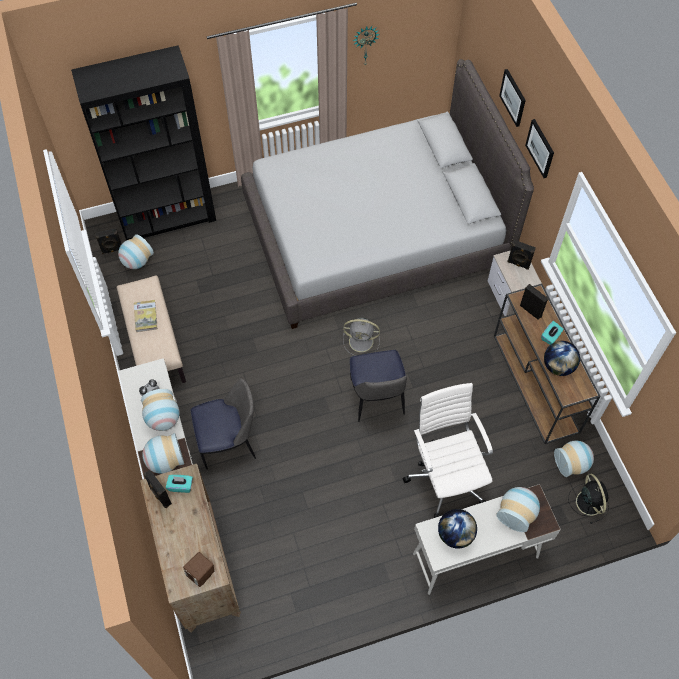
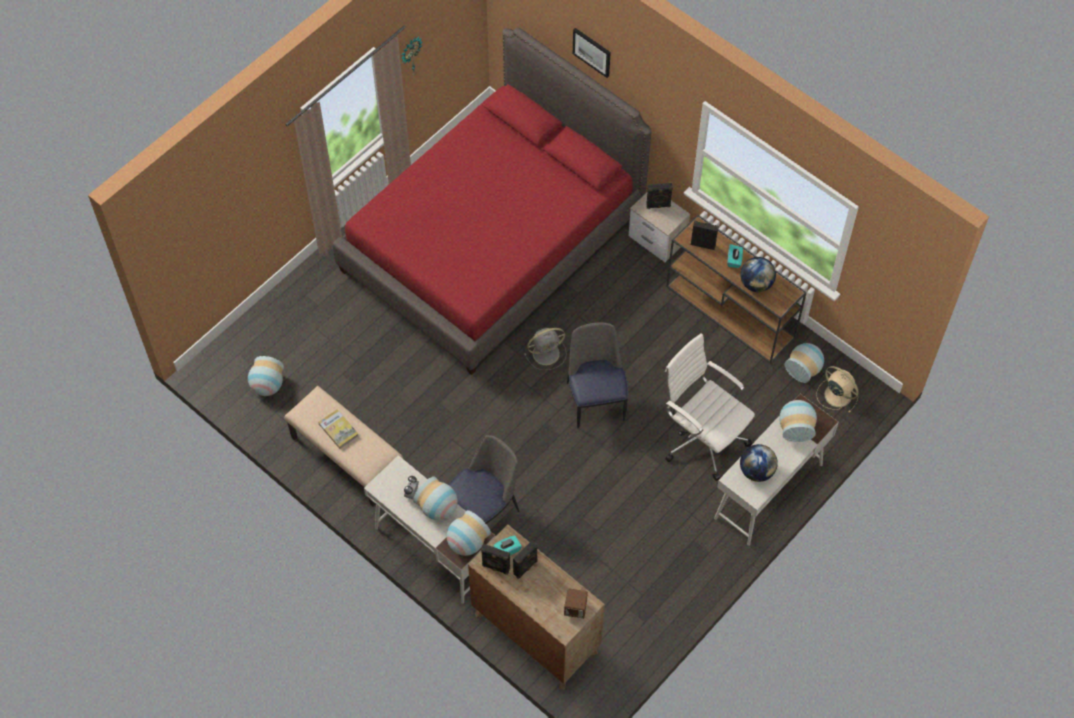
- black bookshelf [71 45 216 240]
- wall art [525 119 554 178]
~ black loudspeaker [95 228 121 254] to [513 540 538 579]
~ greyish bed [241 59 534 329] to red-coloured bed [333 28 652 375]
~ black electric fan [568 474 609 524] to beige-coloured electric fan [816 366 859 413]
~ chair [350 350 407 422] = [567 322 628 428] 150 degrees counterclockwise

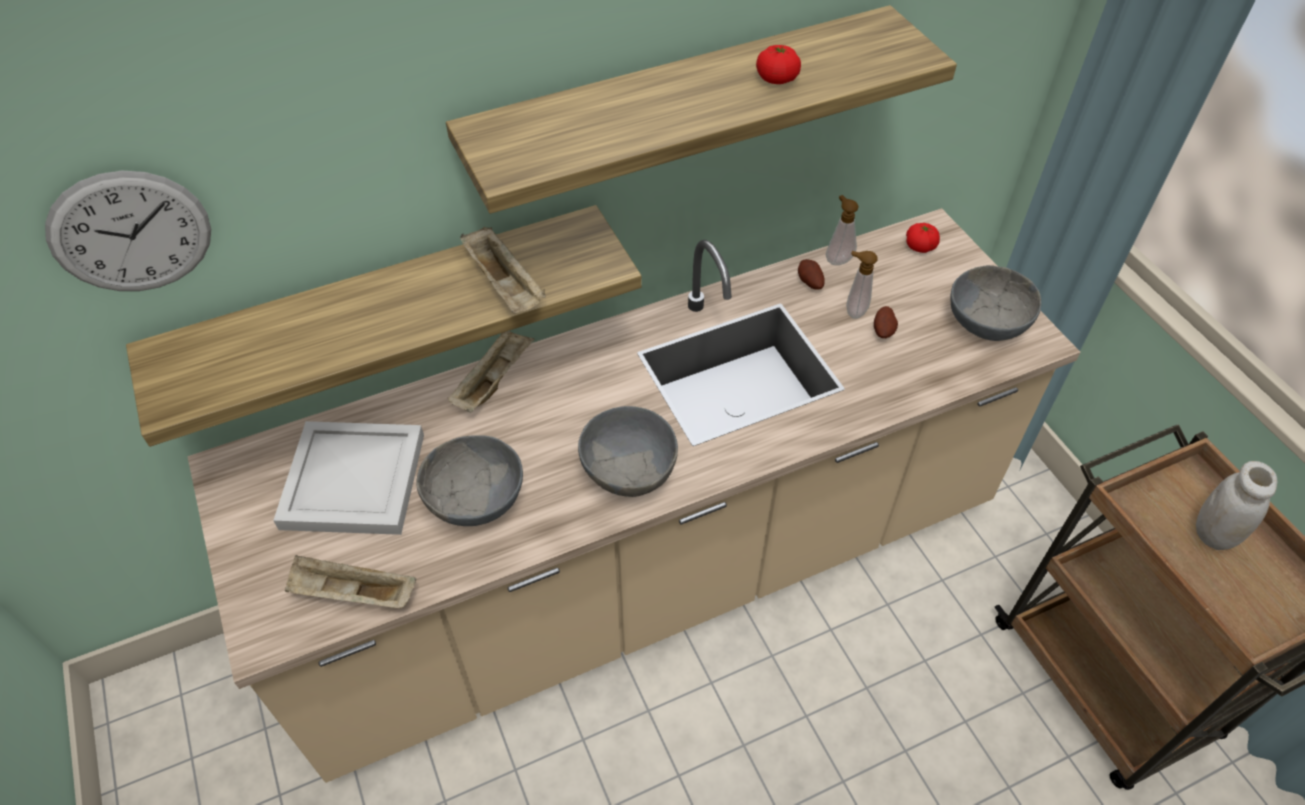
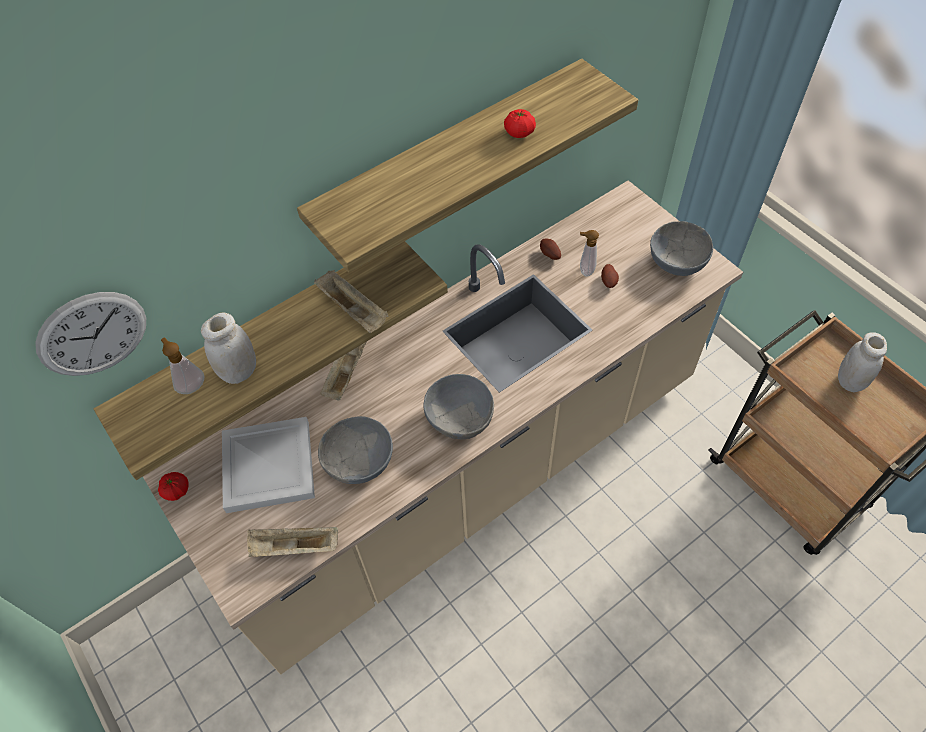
+ whitish storage jar [201 313 256 384]
~ soap dispenser [826 195 859 265] to [161 338 204 394]
~ whole tomato [906 223 940 253] to [158 472 188 501]

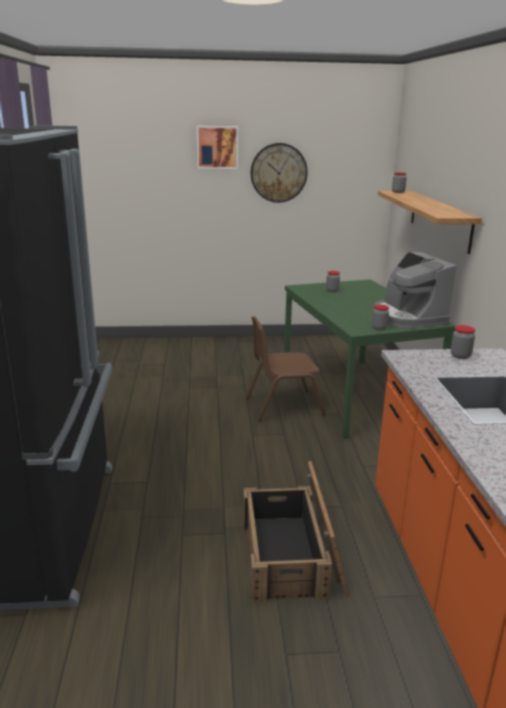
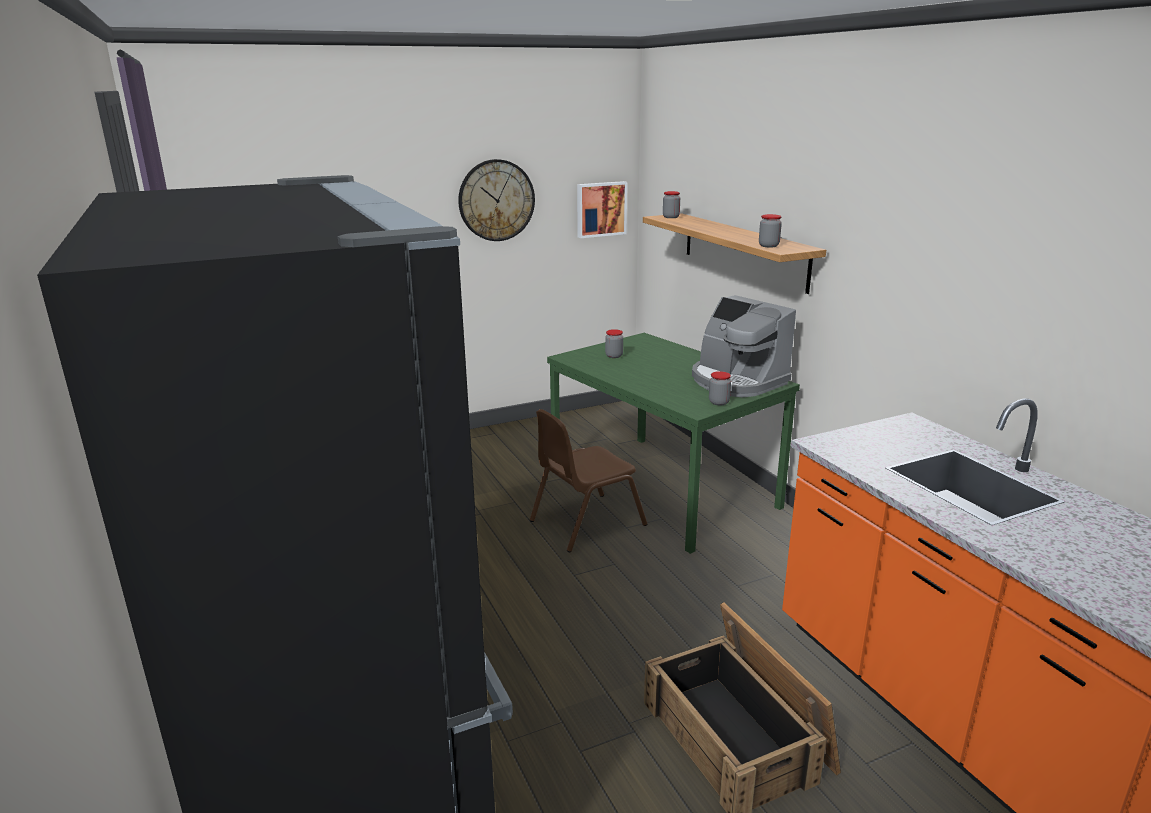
~ wall art [197 125 238 169] to [577 181 627 238]
~ storage jar [451 325 475 359] to [759 214 782 247]

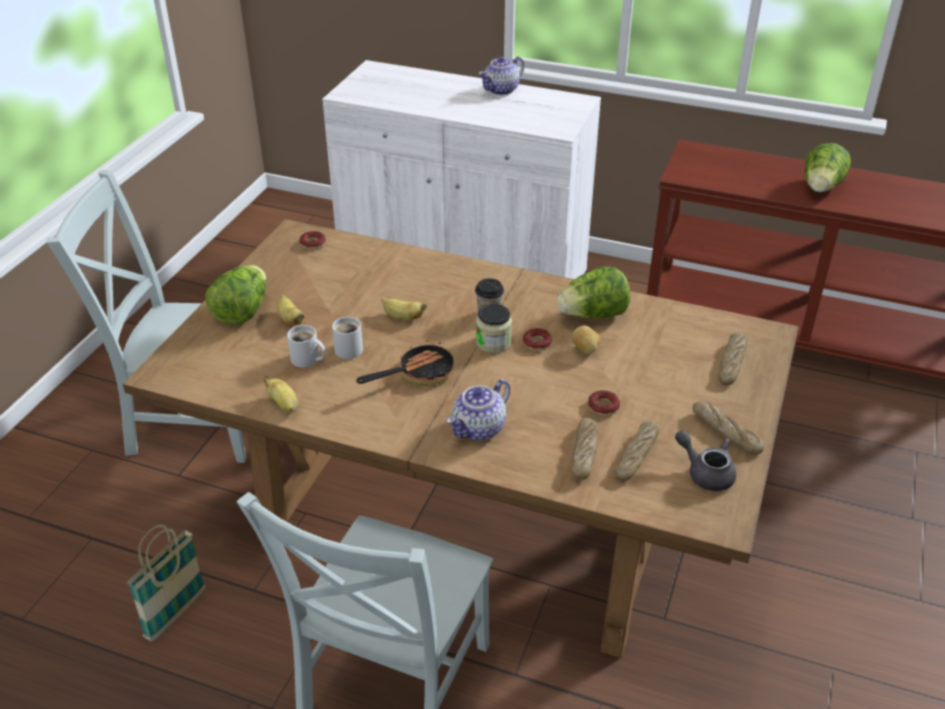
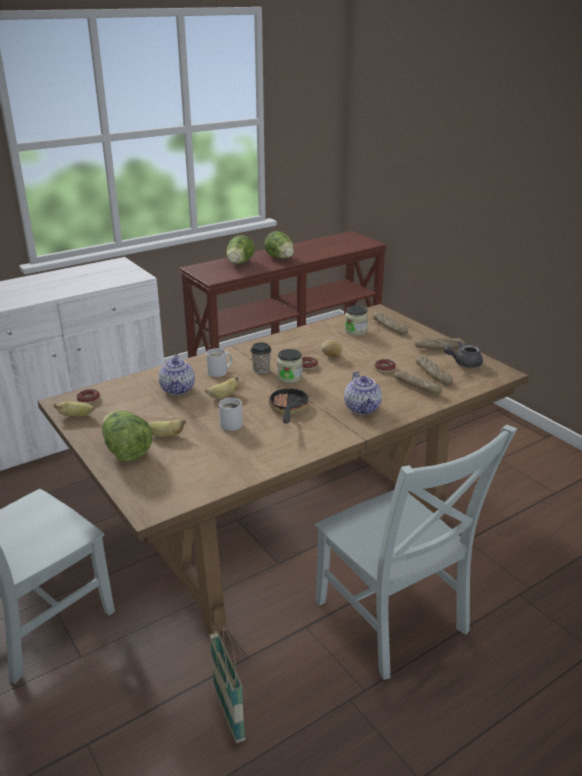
+ storage jar [345 306 368 335]
~ banana [264 375 298 413] to [54 401 95 416]
~ whitish mug [287 325 326 368] to [206 348 233 377]
~ tea pot [479 56 524 95] to [158 354 195 395]
~ lettuce head [557 266 631 319] to [226 235 255 264]

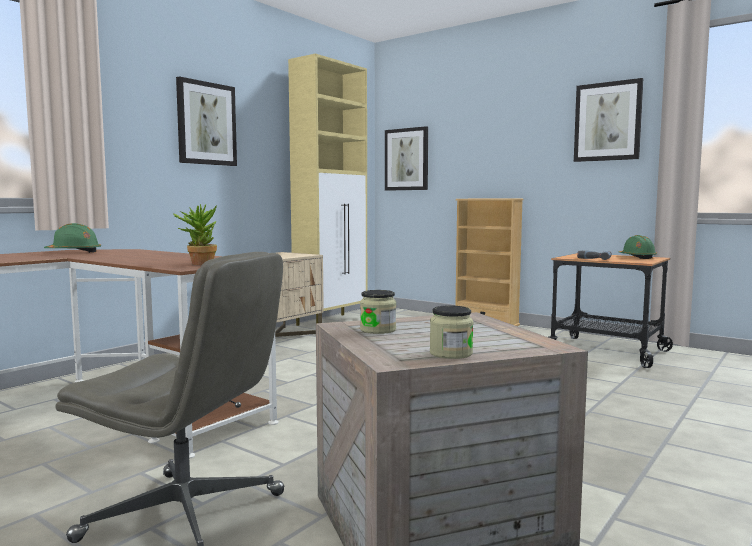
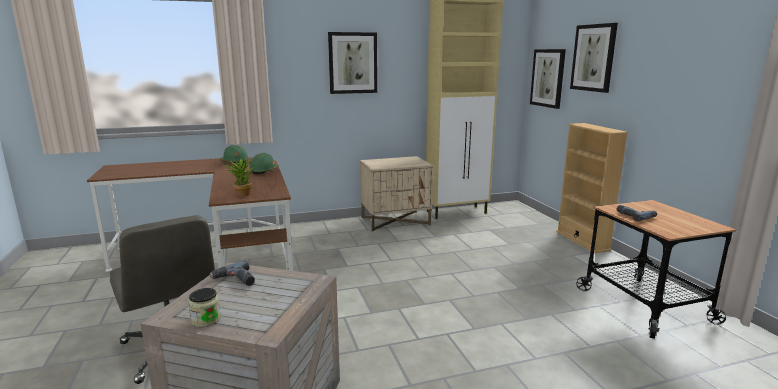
~ wall art [574 78 643 162] to [570 23 618 93]
~ green-coloured hard hat [619 235 657 259] to [248 153 279 175]
~ storage jar [360 290 396 334] to electric drill [209 261 255 286]

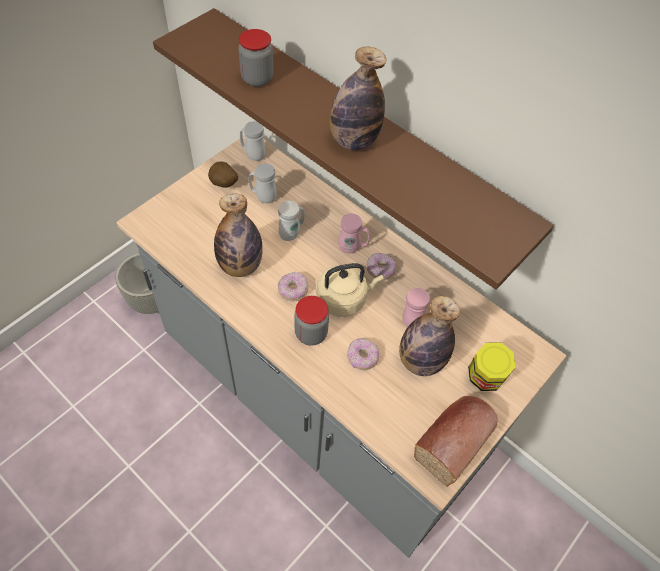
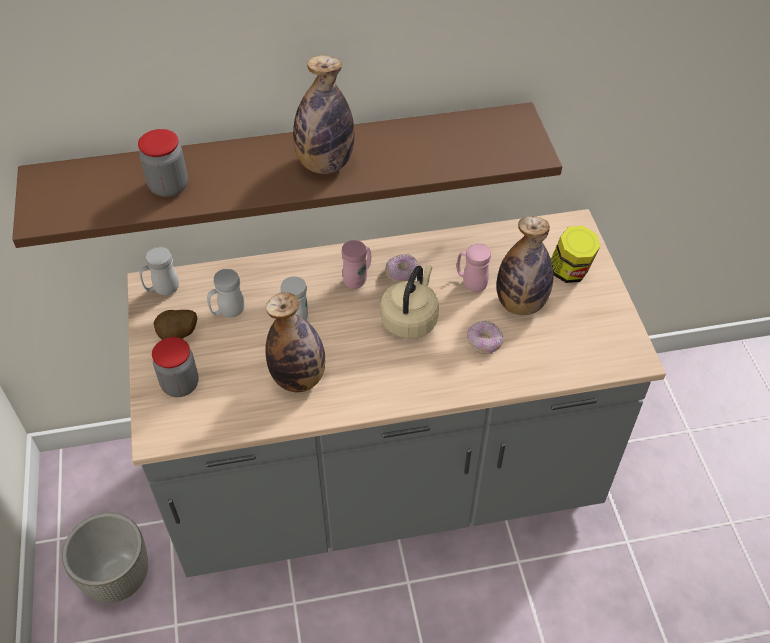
- ring doughnut [278 272 308 302]
- bread [414 396 498 487]
~ storage jar [295 296 329 346] to [152 337 199 397]

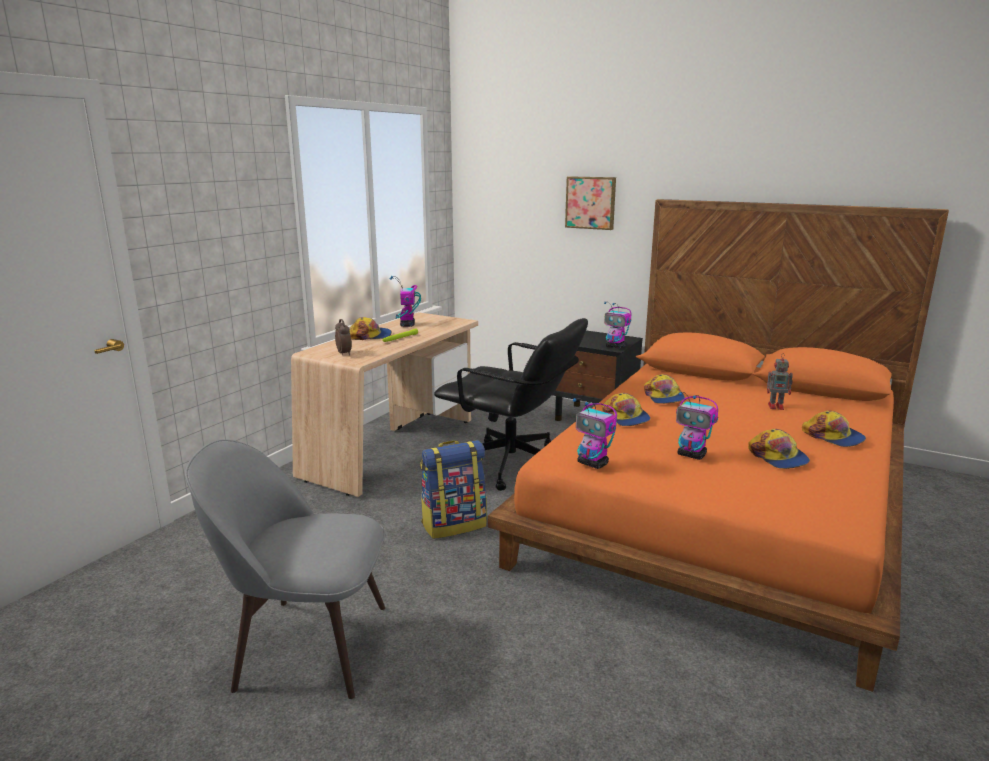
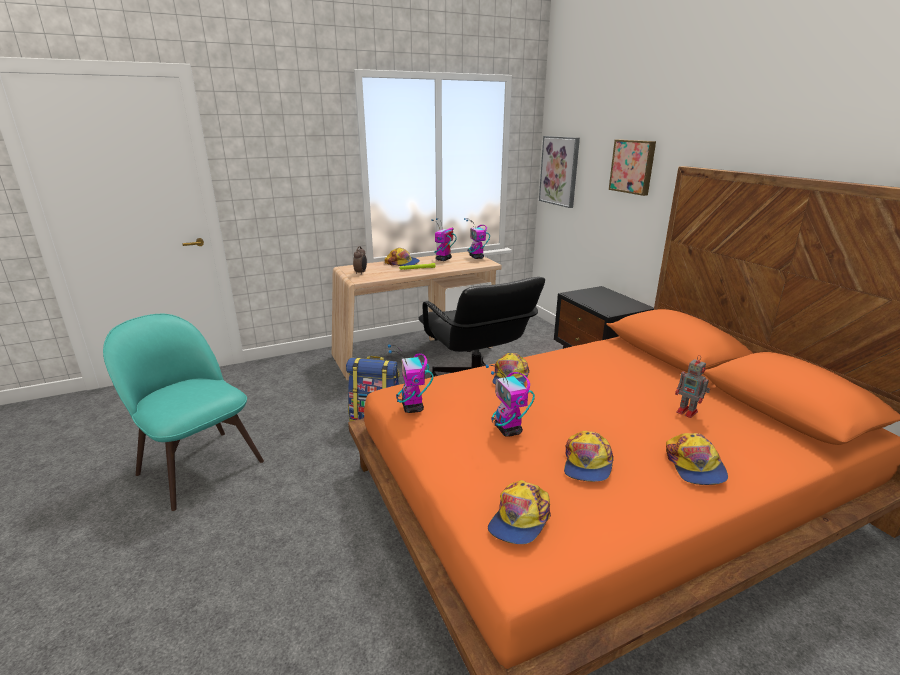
+ wall art [539 136 580 208]
~ robot figure [604 302 632 349] to [464 218 490 259]
~ peaked cap [644 374 685 404] to [488 480 551 544]
~ greyish chair [185 439 386 699] to turquoise-coloured chair [103 314 264 511]

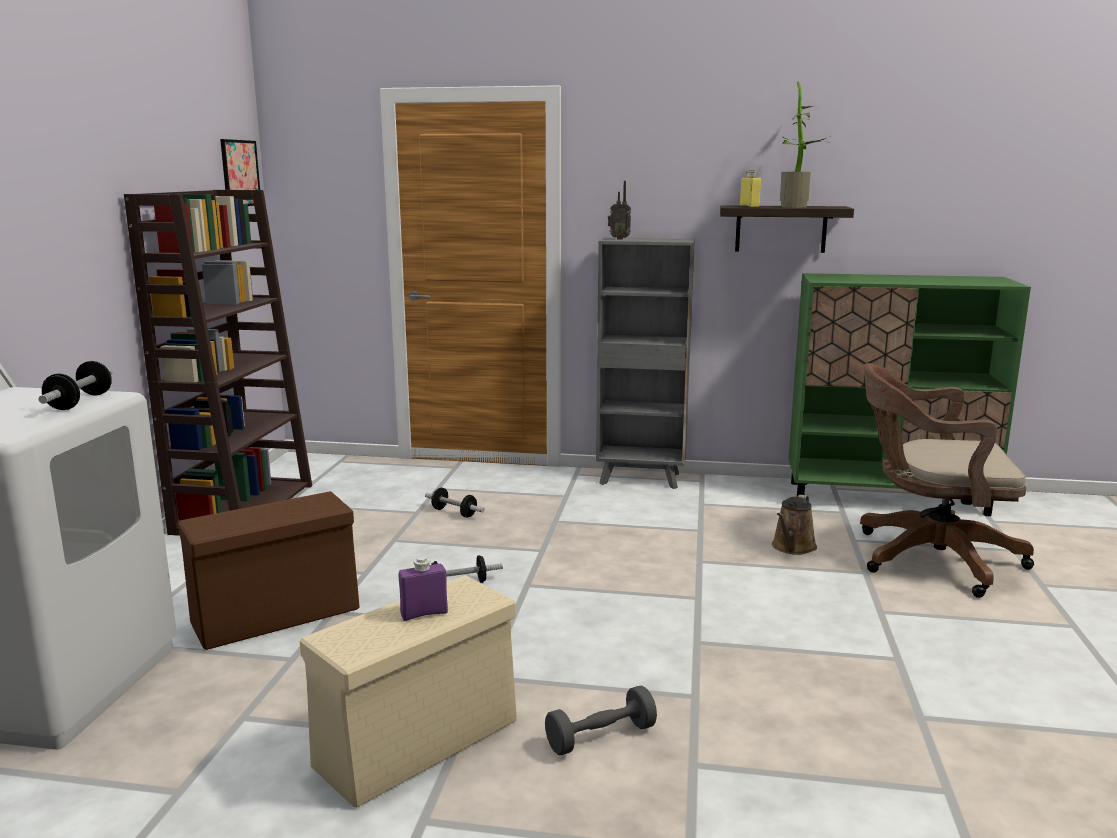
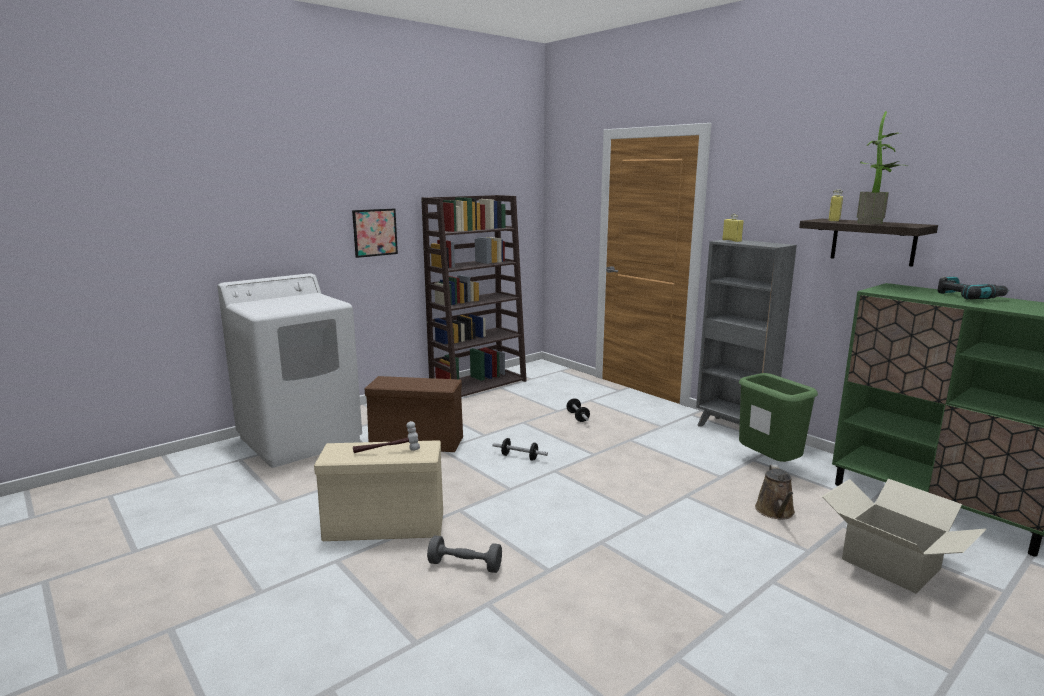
- hand weight [39 361 112 410]
+ green-coloured trash can [739 373 818 462]
+ electric drill [938 277 1010 300]
~ wall art [220 139 260 206] to [352 209 398 258]
~ purplish beverage bottle [399 556 448 621] to hammer [353 421 420 453]
~ radio receiver [608 181 631 240] to yellowish beverage bottle [722 214 744 242]
~ brown-coloured computer chair [860 363 1034 598] to cardboard box [822 479 986 594]
~ brown-coloured sprinkling can [772 495 817 555] = [755 465 795 520] 60 degrees counterclockwise

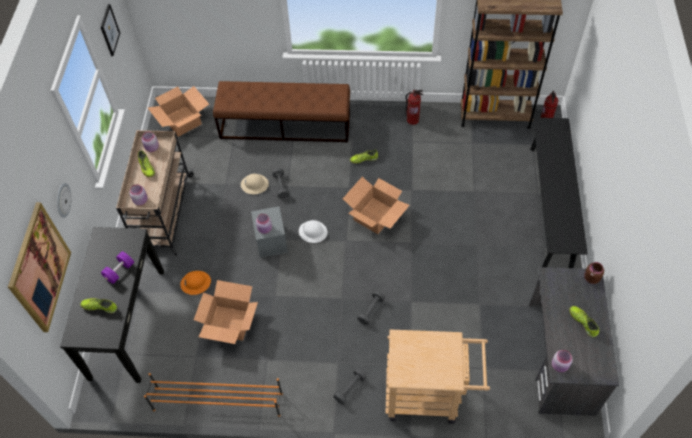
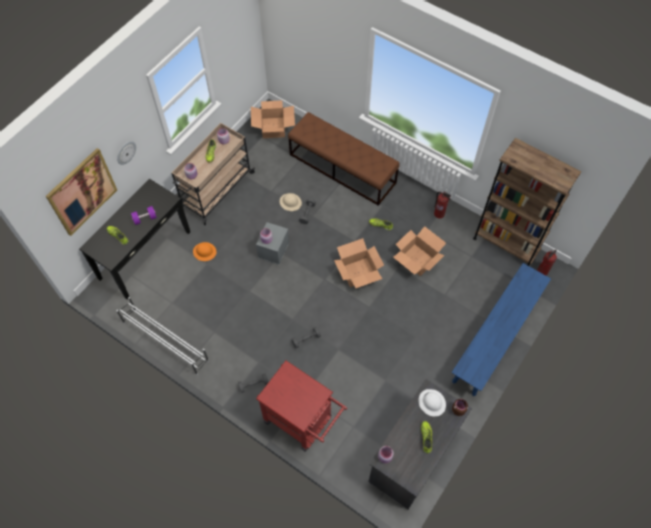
- wall art [101 4 120 56]
~ cardboard box [194 280 258 344] to [393 226 446 276]
~ whitish hard hat [299 220 328 243] to [419 389 446 416]
~ orangey shoe shelf [144 373 283 417] to whitish shoe shelf [116 297 209 375]
~ beige-coloured cart [385 329 490 424] to red-coloured cart [256 361 347 451]
~ black bench [530 118 588 268] to blue-coloured bench [451 263 551 396]

